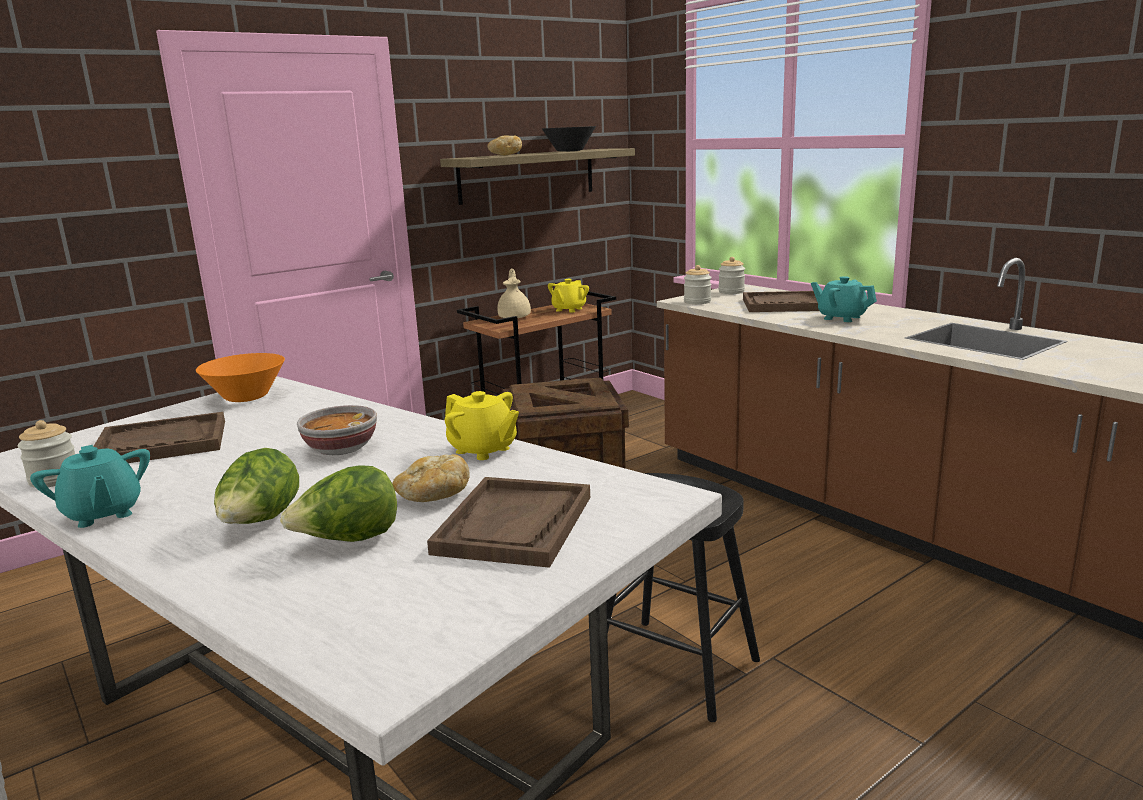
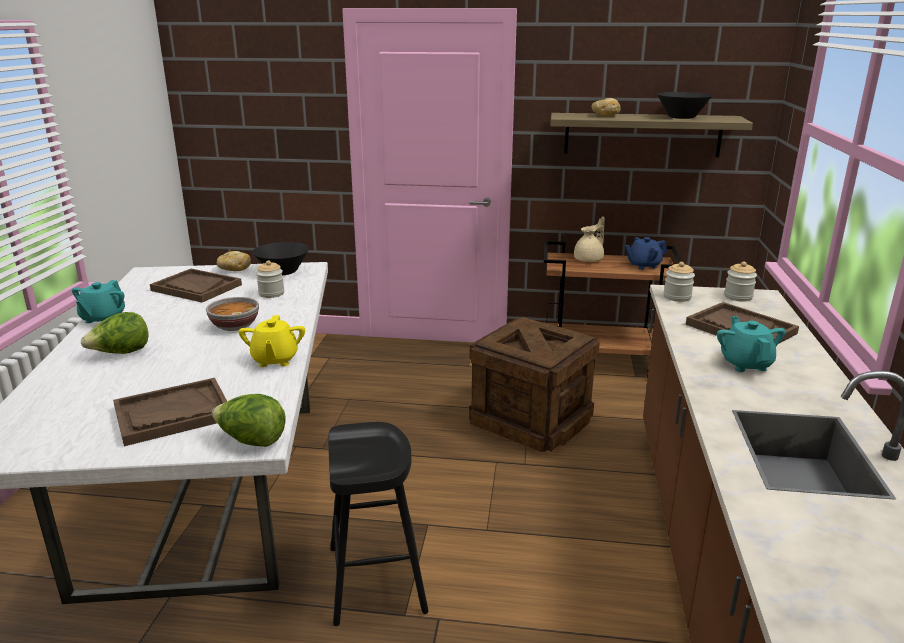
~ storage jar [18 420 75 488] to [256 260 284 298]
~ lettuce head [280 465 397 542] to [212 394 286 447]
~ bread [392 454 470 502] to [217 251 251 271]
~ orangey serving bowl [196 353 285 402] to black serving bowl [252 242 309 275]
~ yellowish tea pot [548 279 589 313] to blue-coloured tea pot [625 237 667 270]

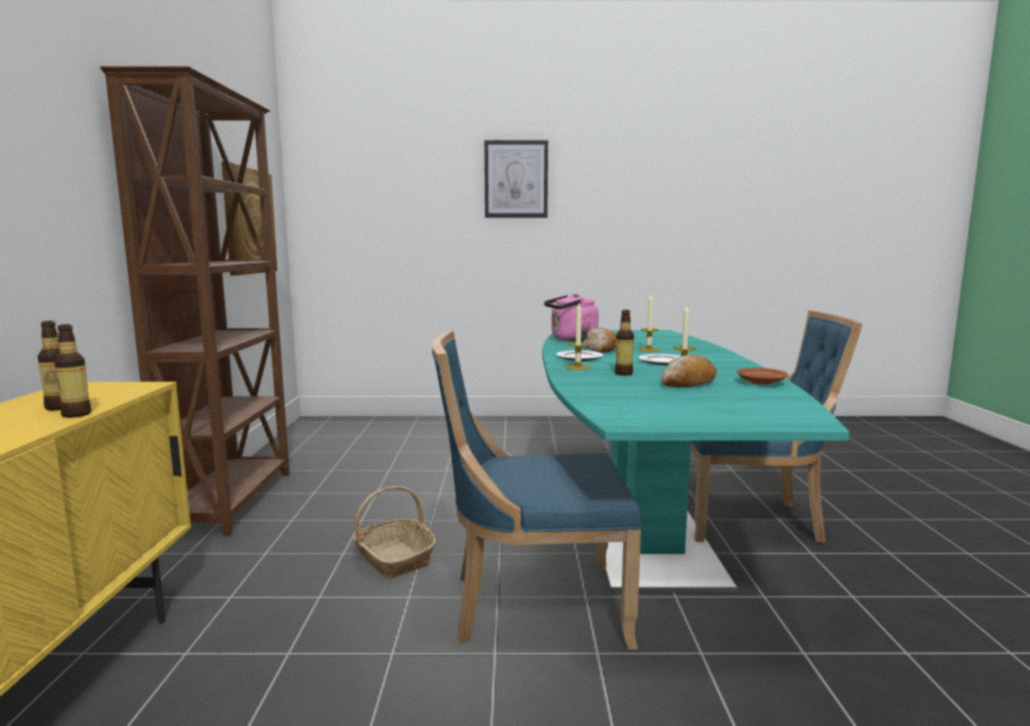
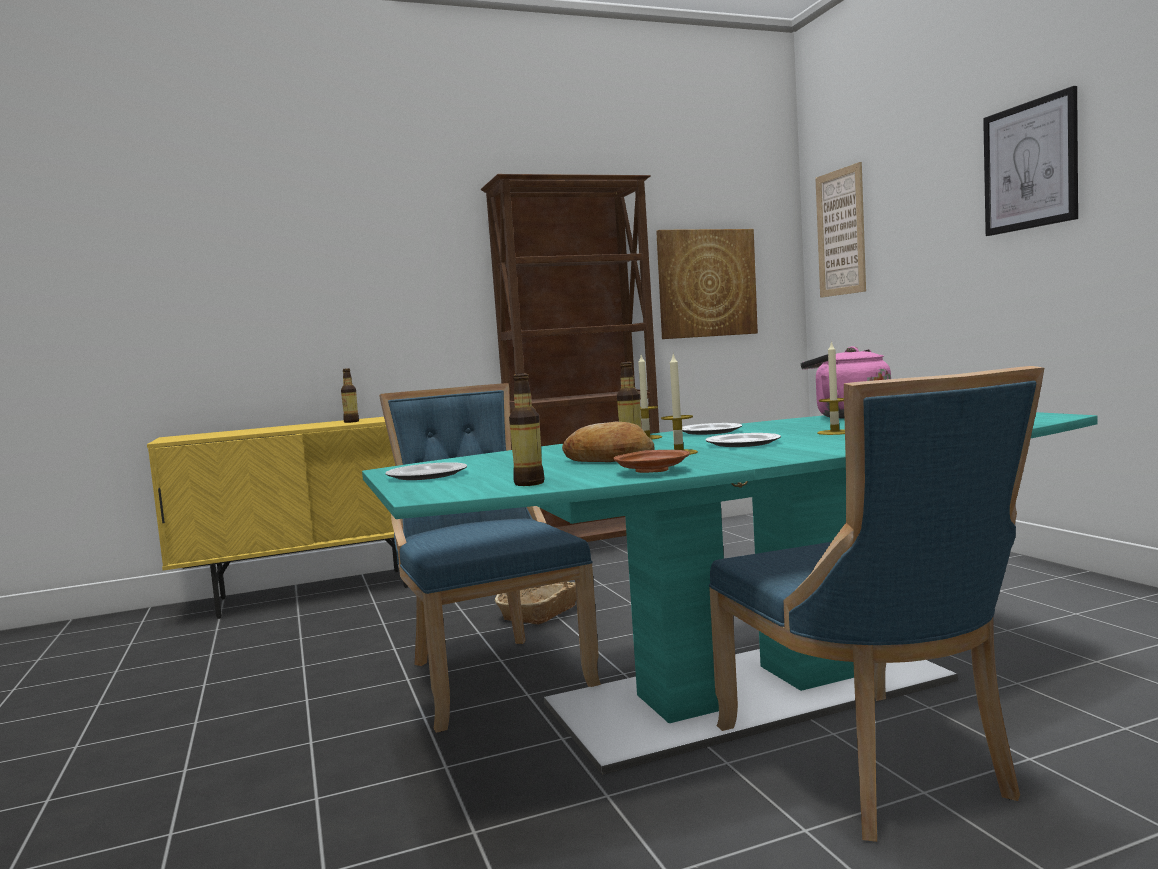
- bread [584 328 616 353]
+ plate [385 462 467 480]
+ wall art [815 162 866 298]
~ beverage bottle [54 324 92 418] to [509 373 544 486]

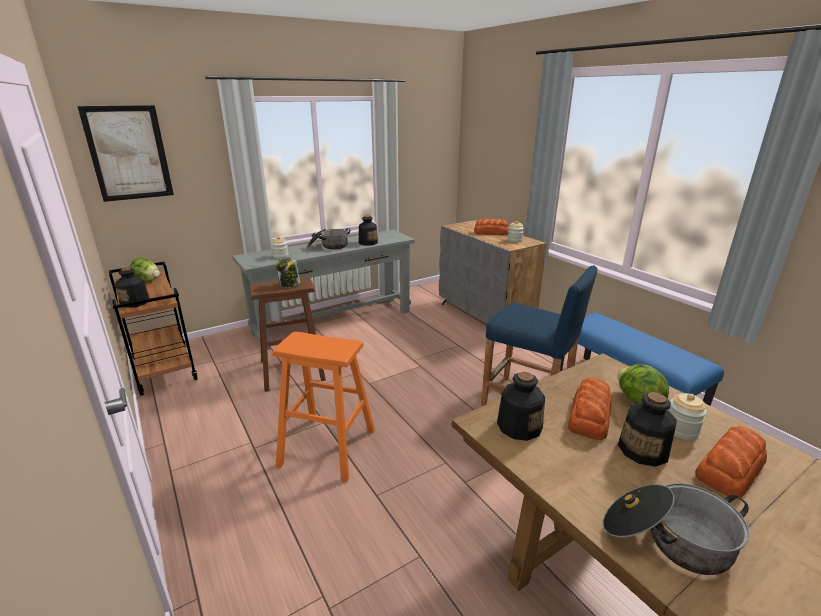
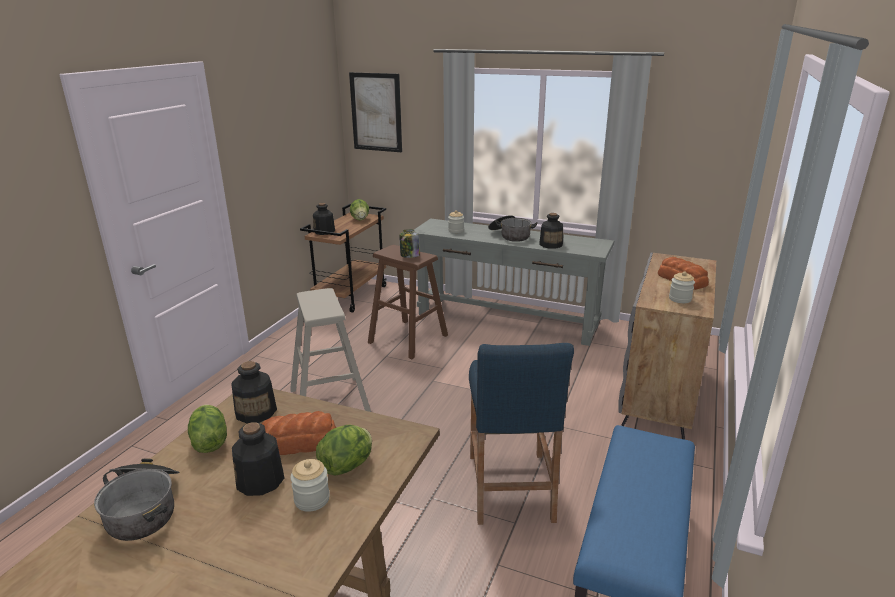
- bread [695 426 767 498]
+ lettuce head [188 405 227 453]
~ orangey stool [272 332 375 483] to beige-coloured stool [290 288 371 412]

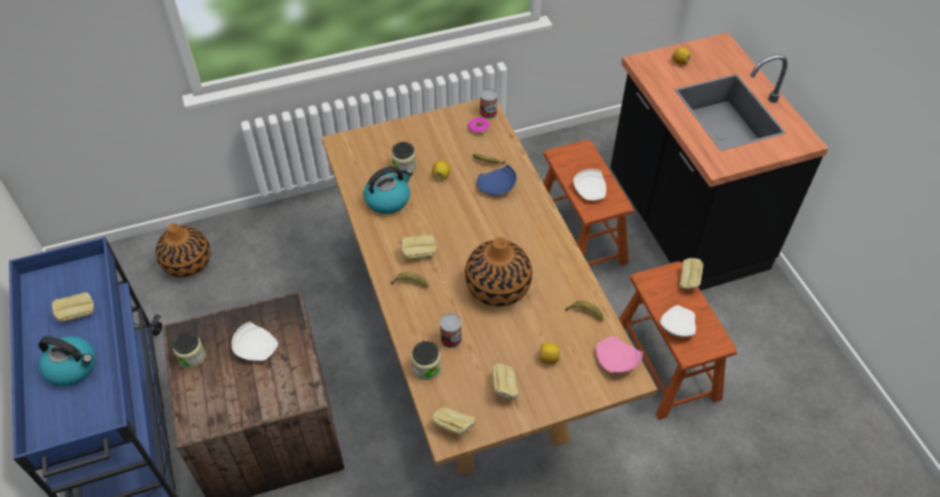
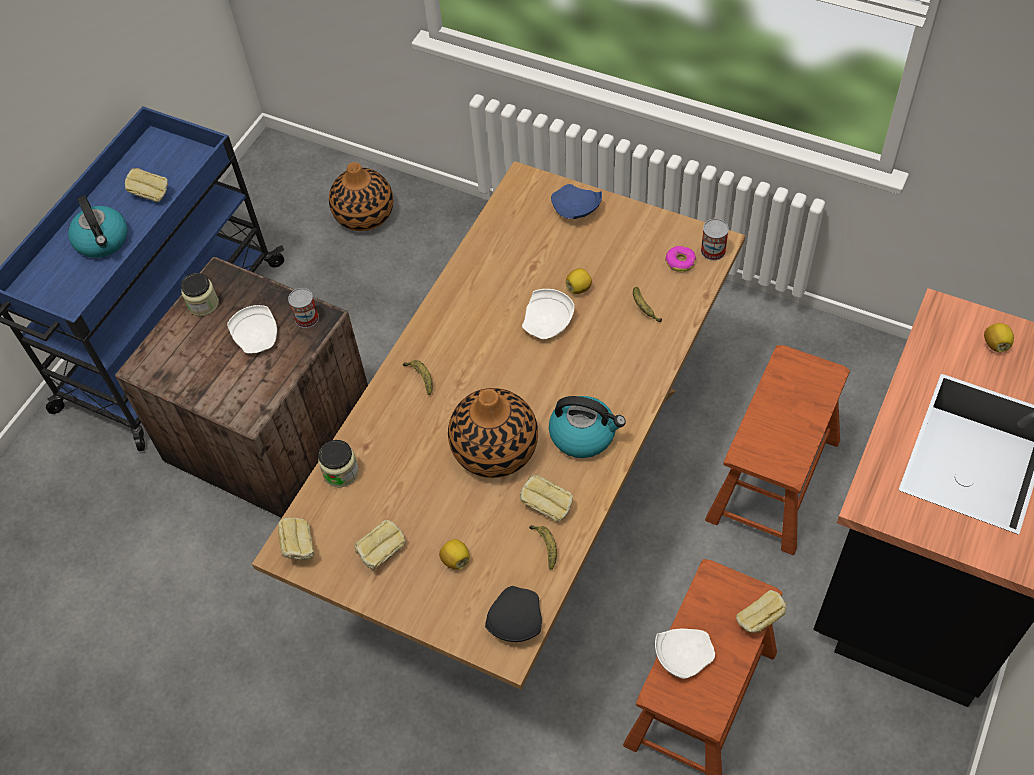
- storage jar [391 142 416 175]
~ water kettle [363 166 413 214] to [549 396 626 458]
~ bread [400 234 436 259] to [520 475 573 522]
~ can [440 313 462 348] to [288 288 319 328]
~ blue-coloured plate [477 165 517 195] to [551 184 602 219]
~ whitish plate [573 169 606 201] to [522 289 575 339]
~ pink-coloured plate [596 336 643 373] to black plate [485 586 542 642]

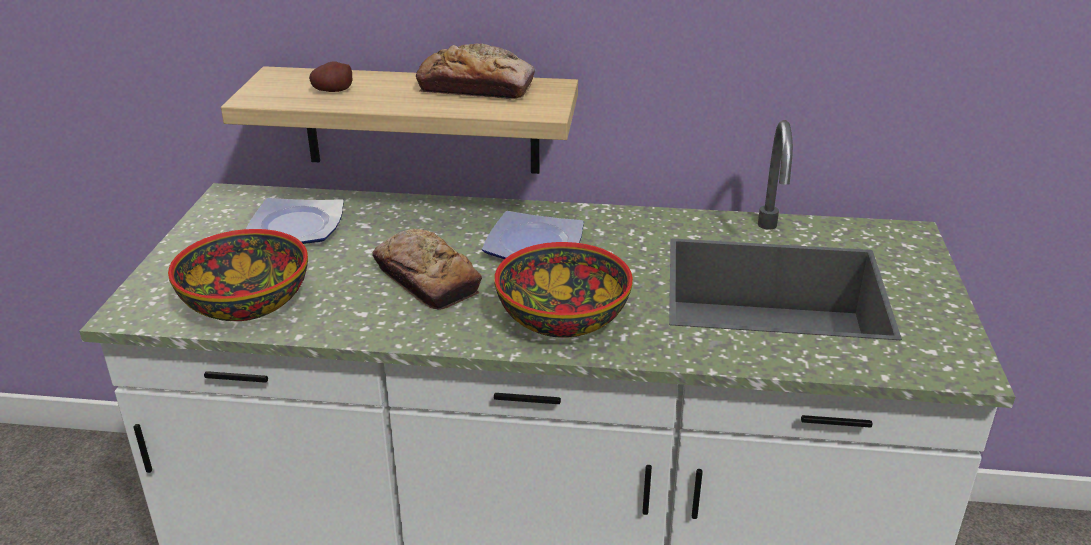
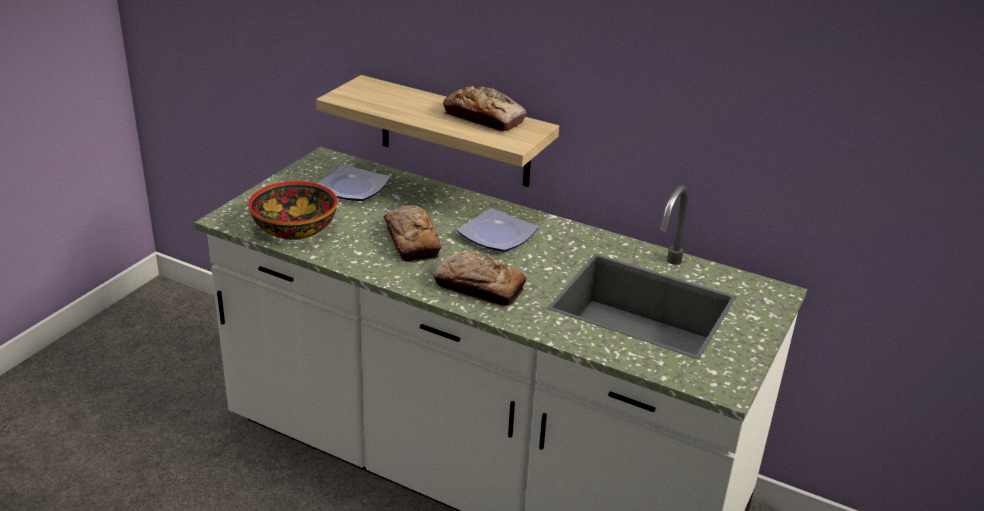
- spud [309 61 352 92]
~ serving bowl [494 242 633 338] to bread [433 252 526 306]

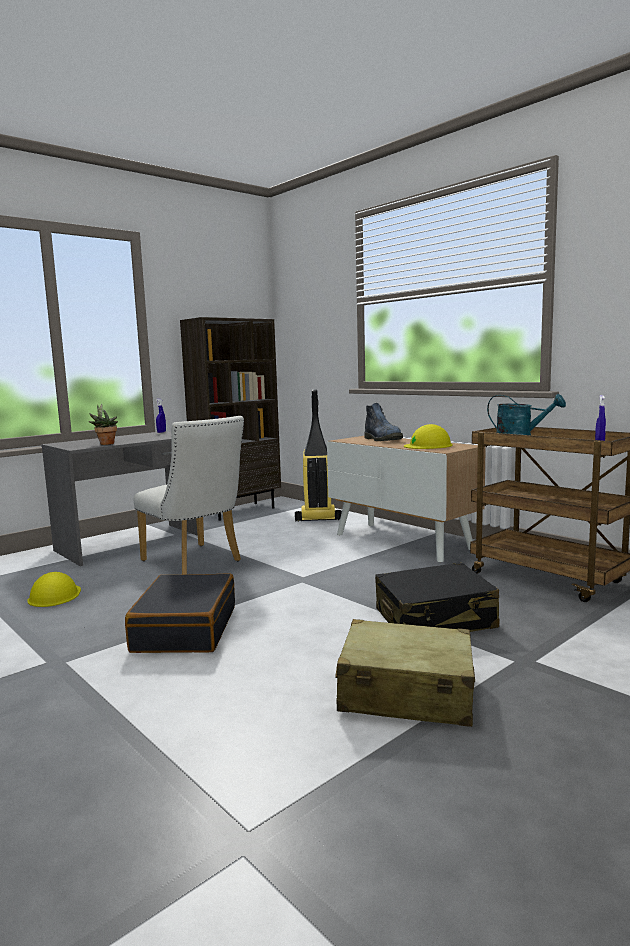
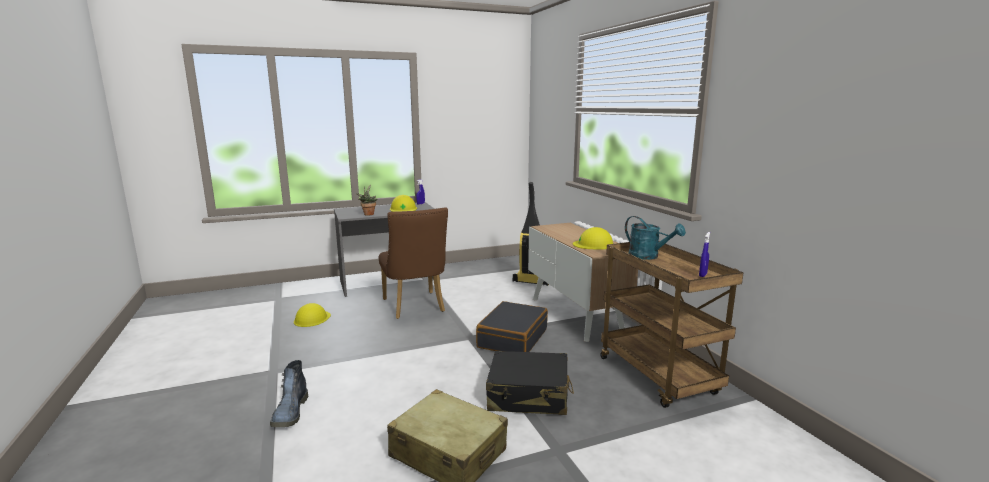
- brown-coloured bookshelf [180 317 281 521]
+ yellowish hard hat [390 195 417 212]
~ black piece of luggage [125 574 235 653] to [476 301 548 352]
~ boot [364 403 403 441] to [270 360 308 427]
~ whitish chair [133 416 244 575] to brown-coloured chair [379 207 448 319]

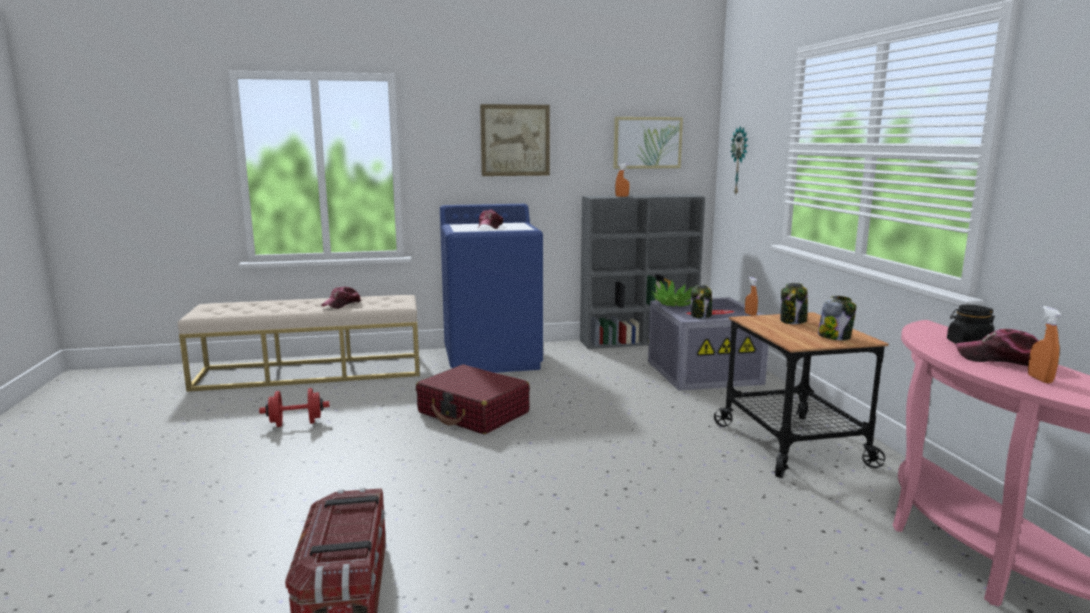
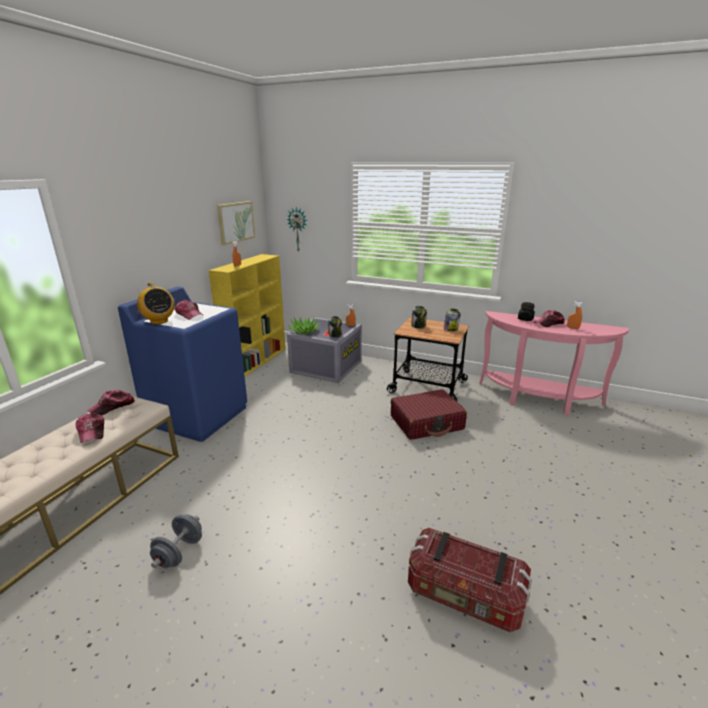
- wall art [480 104 550 176]
+ peaked cap [88 390 135 415]
+ radio receiver [137 283 175 324]
~ red-coloured piece of luggage [416 364 530 434] to [391 389 467 440]
~ red-coloured hand weight [259 388 330 427] to greyish hand weight [150 515 202 568]
~ greyish bookshelf [580 194 705 349] to yellowish bookshelf [209 254 286 376]

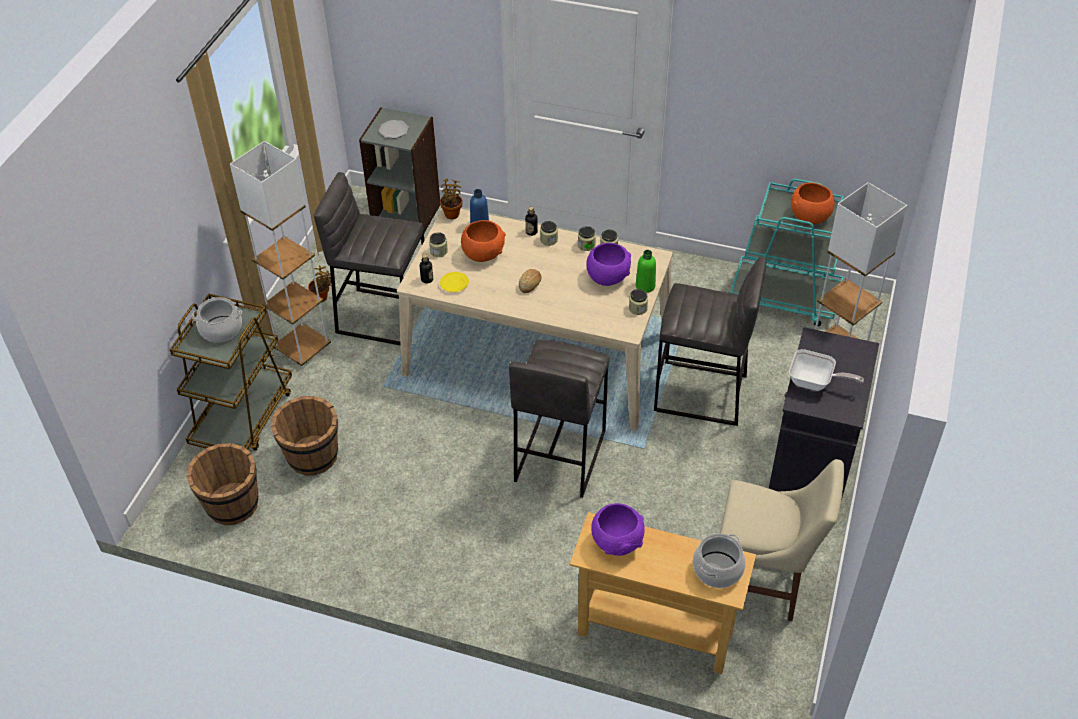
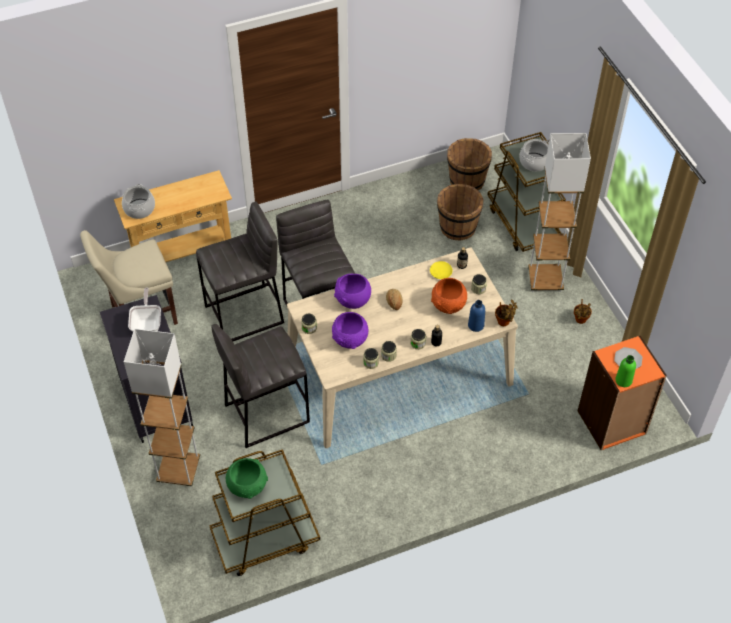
~ greyish stool [314 172 425 345] to [196 201 284 341]
~ purplish serving bowl [591 503 645 556] to [334 274 371 309]
~ green-coloured beverage bottle [636 250 656 293] to [615 355 636 387]
~ greyish bookshelf [359 107 440 233] to orangey bookshelf [578 336 667 450]
~ turquoise-coloured cart [730 179 844 326] to brown-coloured cart [209 449 320 576]
~ orangey serving bowl [791 182 835 225] to green-coloured serving bowl [226 458 268 499]
~ skillet [789 349 864 391] = [128 288 161 332] 105 degrees clockwise

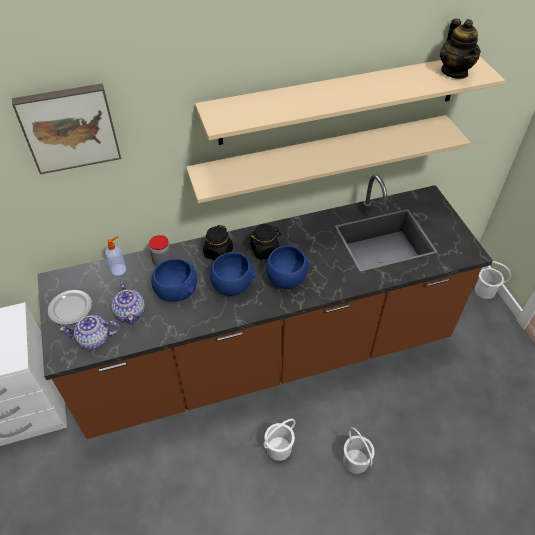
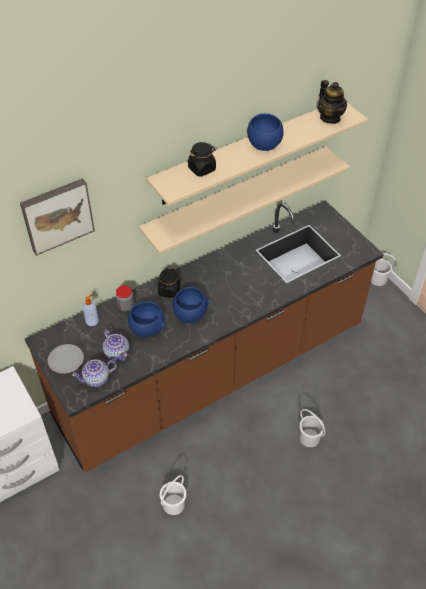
~ black storage jar [249 224 281 260] to [188 142 216 177]
~ whitish bucket [264 419 296 461] to [160 475 186 515]
~ blue-coloured serving bowl [266 245 309 289] to [247 113 284 151]

